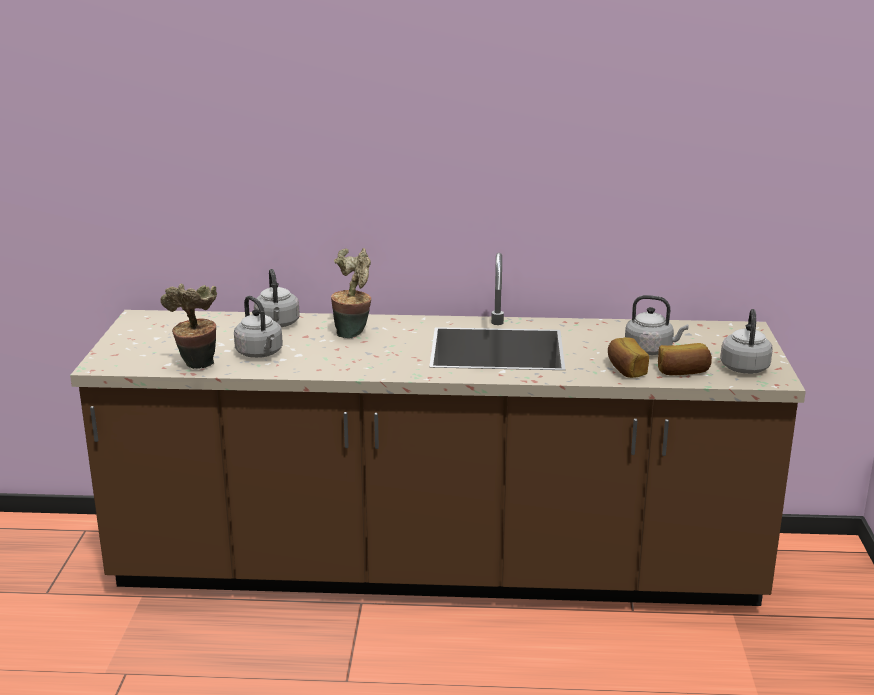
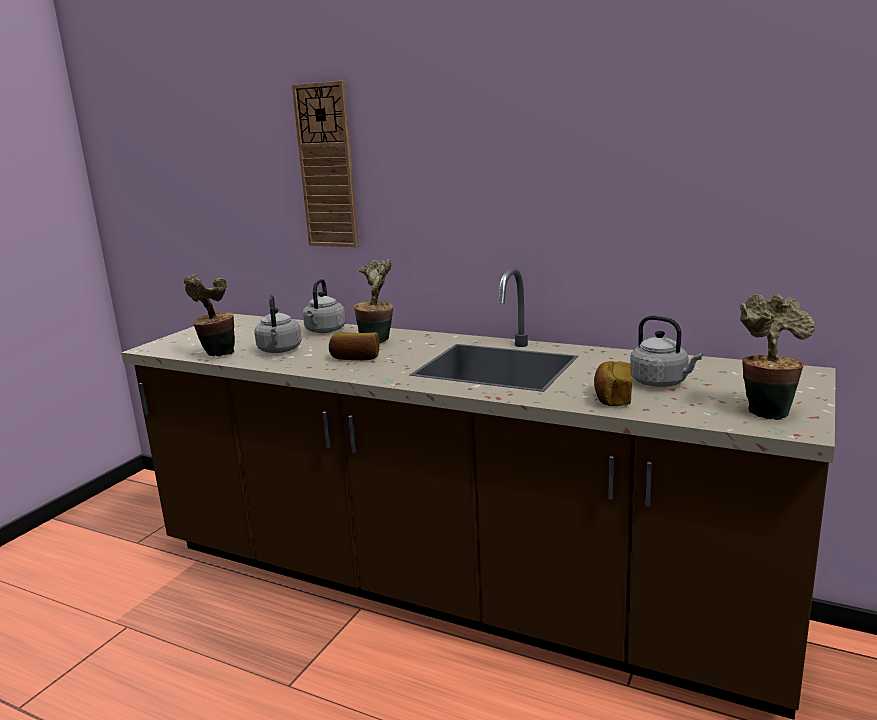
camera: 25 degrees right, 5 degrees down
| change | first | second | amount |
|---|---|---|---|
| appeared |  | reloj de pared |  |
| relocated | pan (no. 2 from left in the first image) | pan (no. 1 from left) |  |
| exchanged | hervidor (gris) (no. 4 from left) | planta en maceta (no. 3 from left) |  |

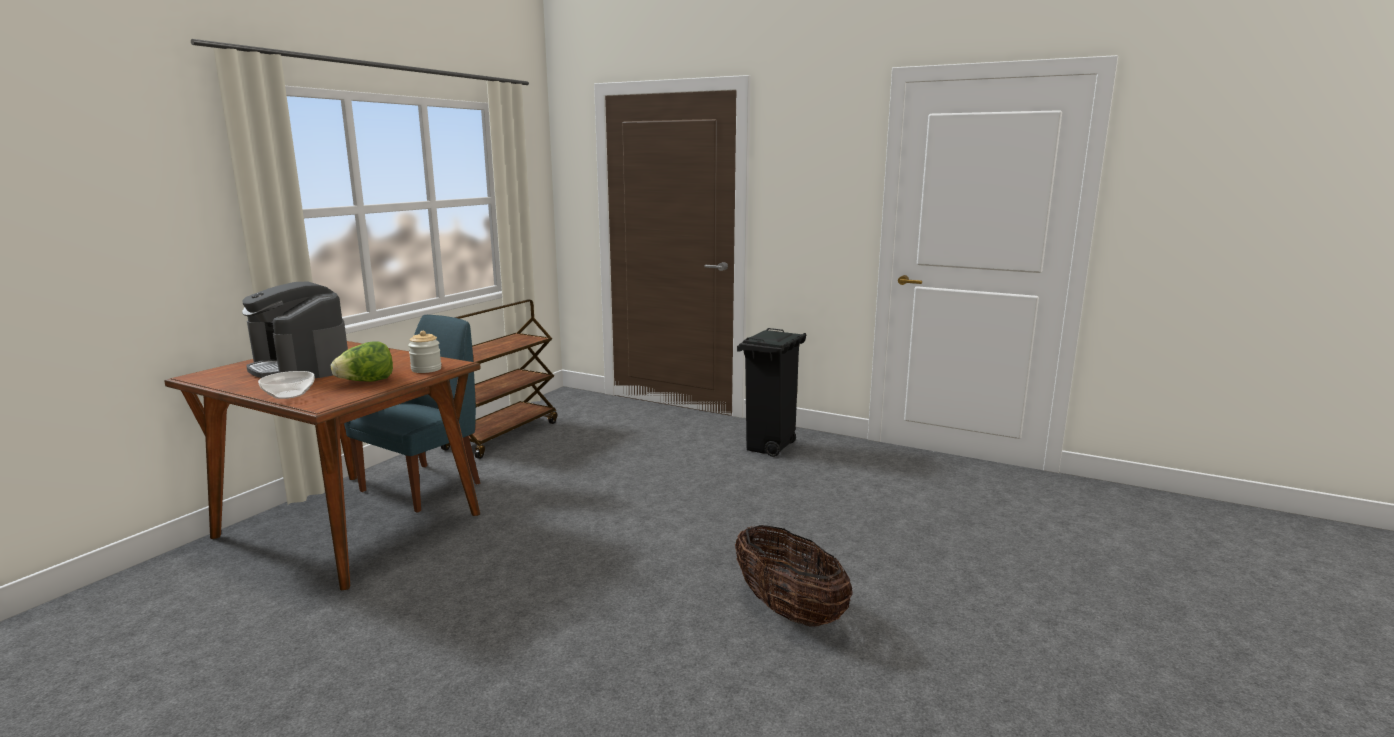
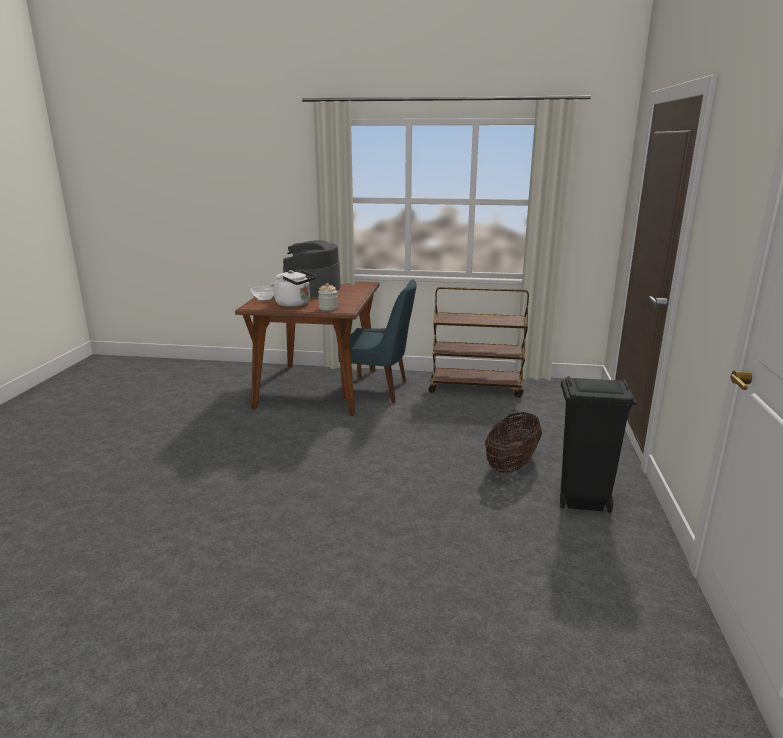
camera: 70 degrees right, 5 degrees up
| change | first | second | amount |
|---|---|---|---|
| exchanged | lechuga | hervidor (blanco) |  |
| relocated | cesta |  |  |

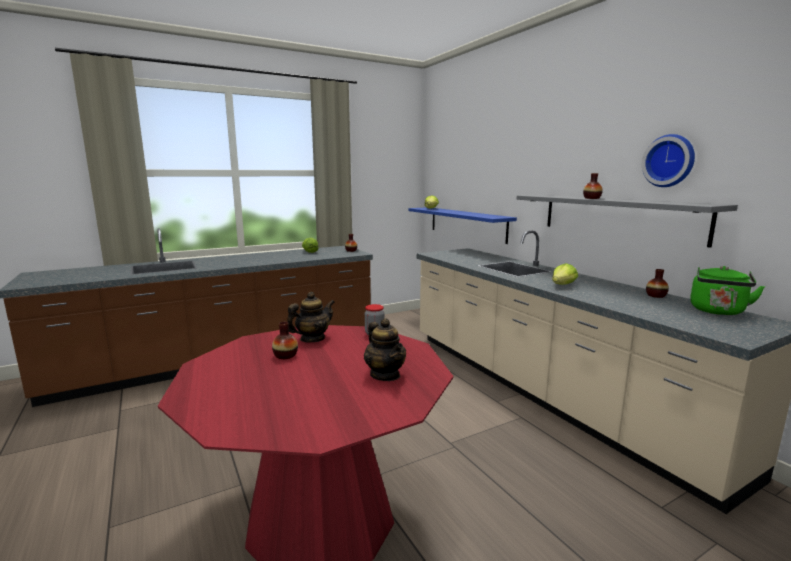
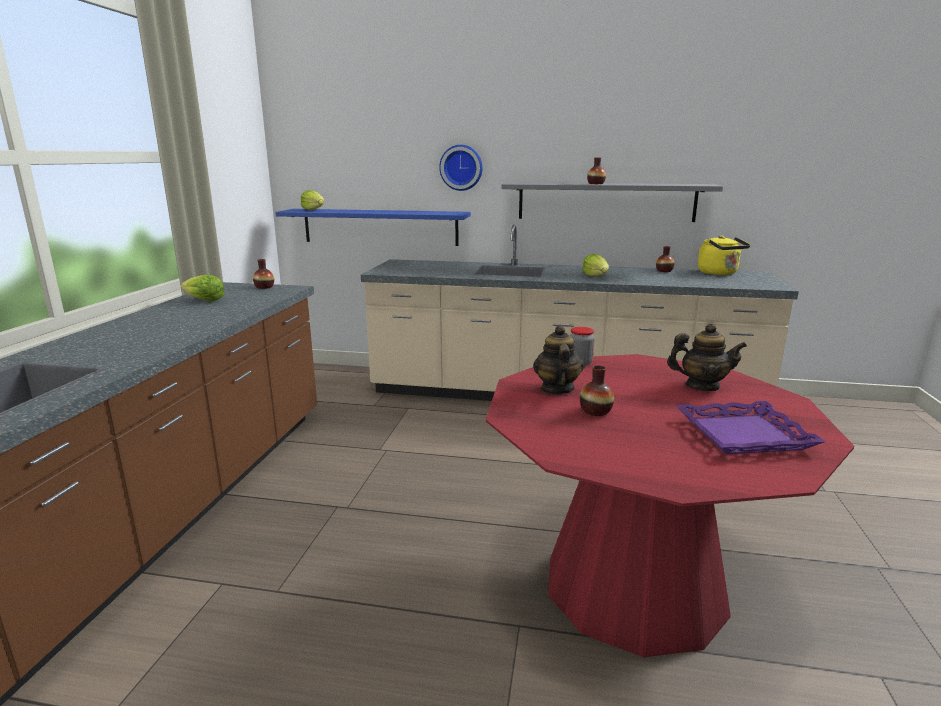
camera: 50 degrees left, 5 degrees up
| change | first | second | amount |
|---|---|---|---|
| relocated | reloj de pared |  |  |
| appeared |  | bandeja (morado) |  |
| colour | hervidor (verde) | hervidor (amarillo) |  |

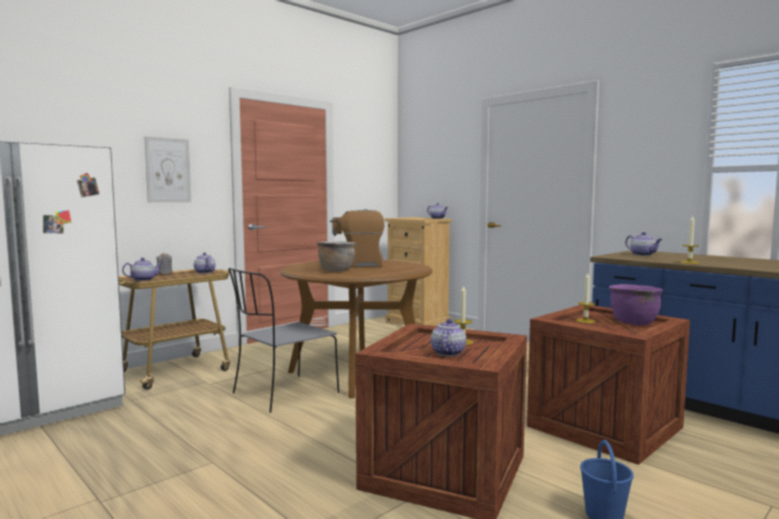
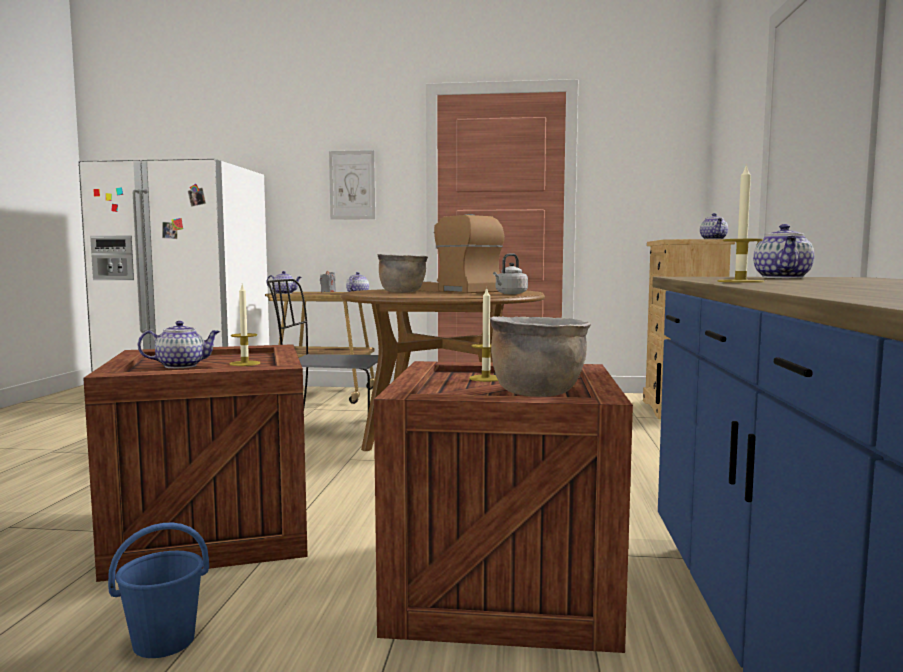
camera: 50 degrees right, 0 degrees up
| change | first | second | amount |
|---|---|---|---|
| colour | olla (morado) | olla (marrón) (no. 2 from left) |  |
| appeared |  | hervidor (gris) |  |

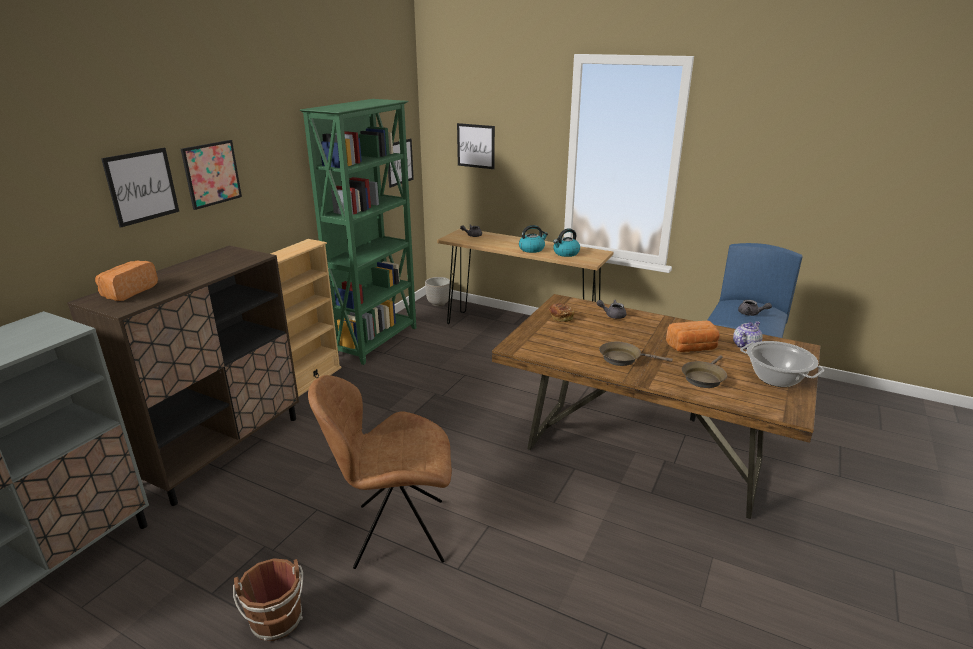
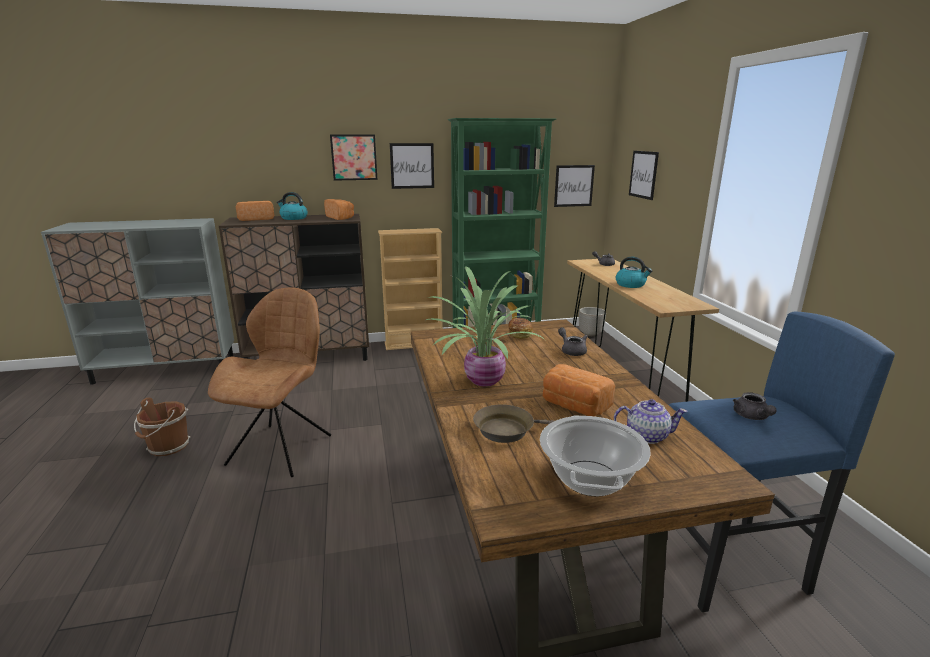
camera: 50 degrees right, 5 degrees down
| change | first | second | amount |
|---|---|---|---|
| spun | silla (marrón) |  | 60 degrees clockwise |
| relocated | hervidor (no. 2 from left in the first image) | hervidor (no. 1 from left) |  |
| appeared |  | pan (no. 2 from left) |  |
| relocated | cuadro (no. 1 from left in the first image) | cuadro (no. 2 from left) |  |
| exchanged | sartén (marrón) (no. 1 from left) | planta en maceta |  |

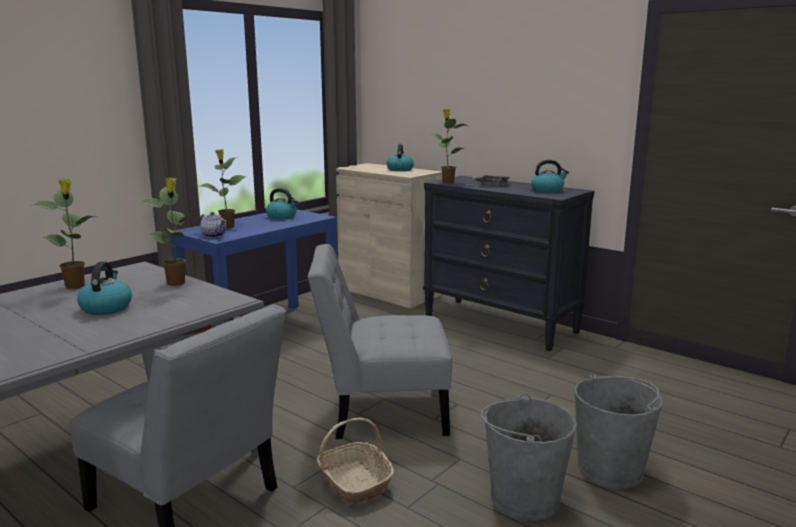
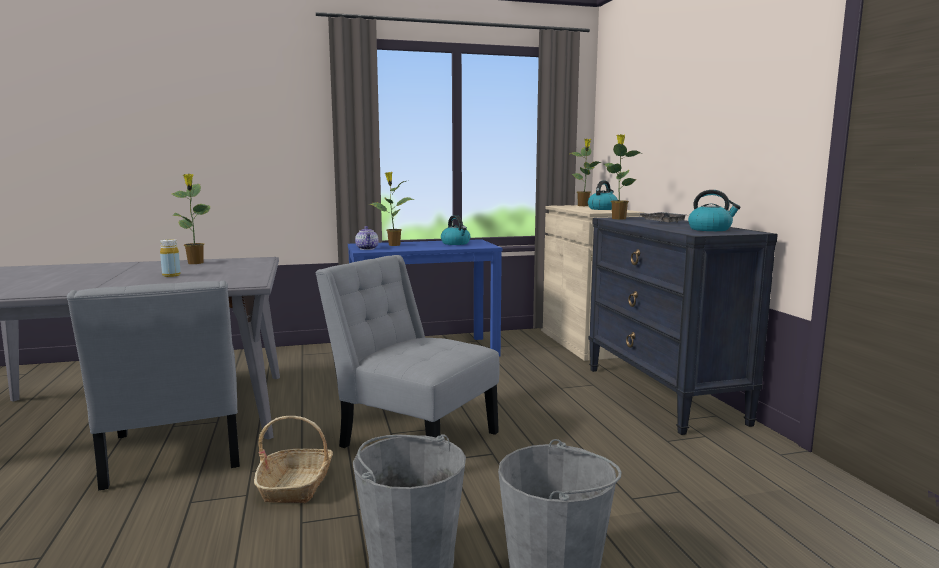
camera: 35 degrees right, 5 degrees down
| change | first | second | amount |
|---|---|---|---|
| exchanged | hervidor (no. 1 from left) | botella (amarillo) |  |
| relocated | planta en maceta (no. 2 from left in the first image) | planta en maceta (no. 3 from left) |  |

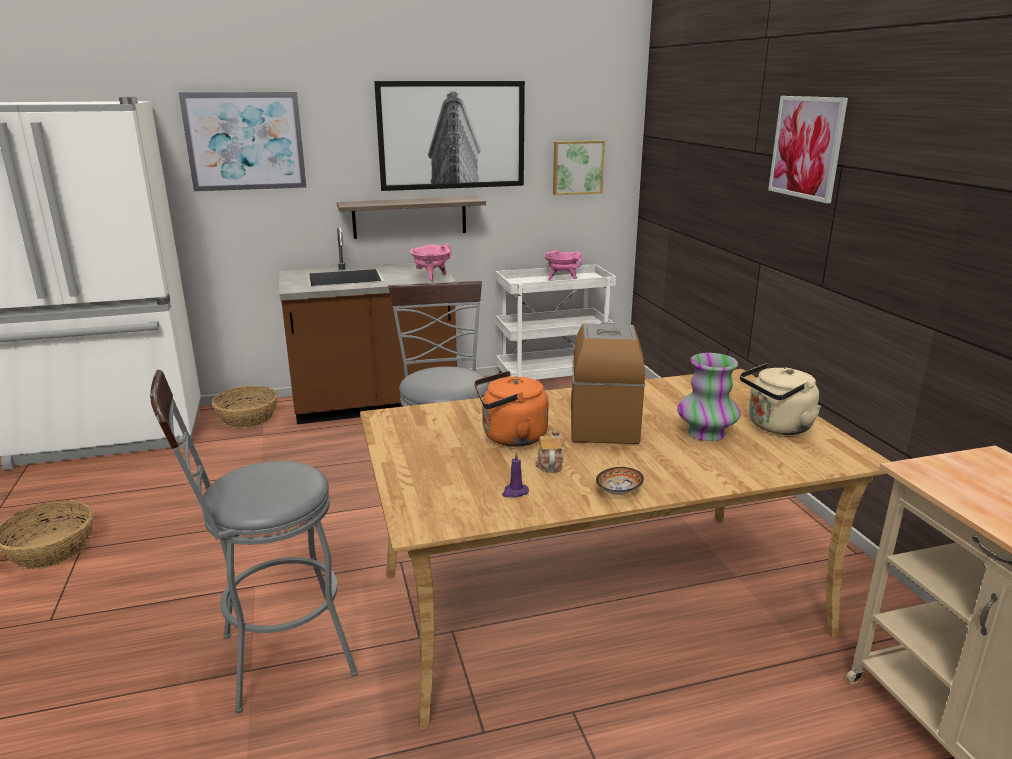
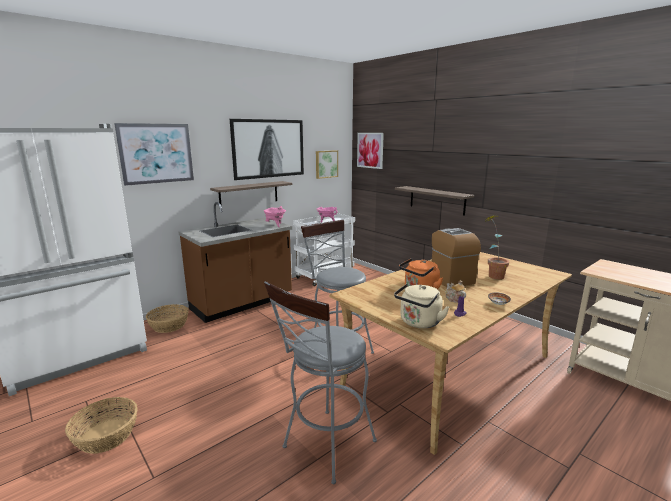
camera: 25 degrees left, 5 degrees down
| change | first | second | amount |
|---|---|---|---|
| relocated | cuadro (no. 4 from left) |  |  |
| relocated | hervidor (beis) |  |  |
| appeared |  | estante (no. 2 from left) |  |
| exchanged | florero | planta en maceta |  |

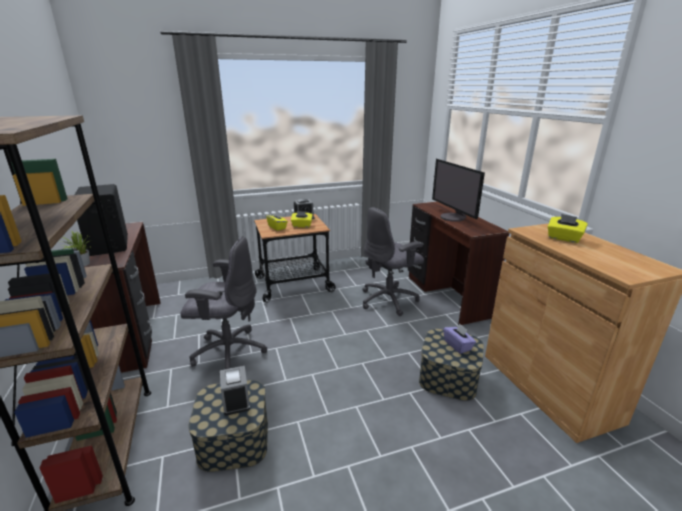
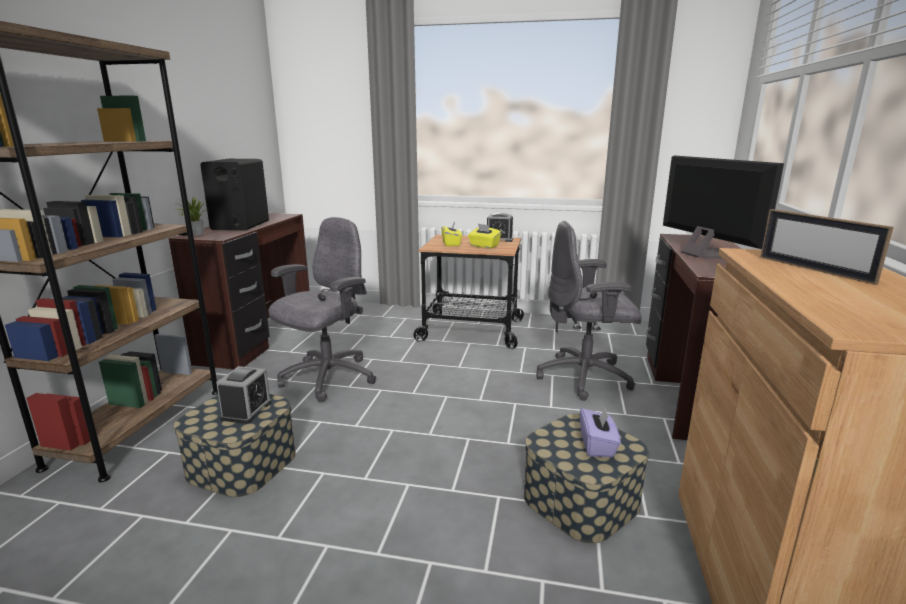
camera: 30 degrees right, 5 degrees down
| change | first | second | amount |
|---|---|---|---|
| spun | silla de oficina (gris) (no. 1 from left) |  | 90 degrees counterclockwise |
| spun | monitor |  | 150 degrees clockwise |
| exchanged | caja de pañuelos (amarillo) (no. 3 from left) | portarretratos |  |

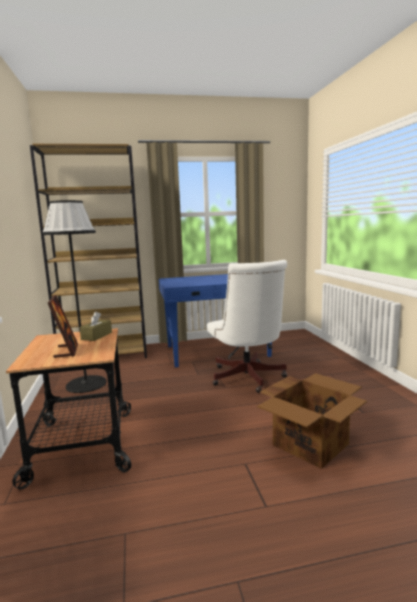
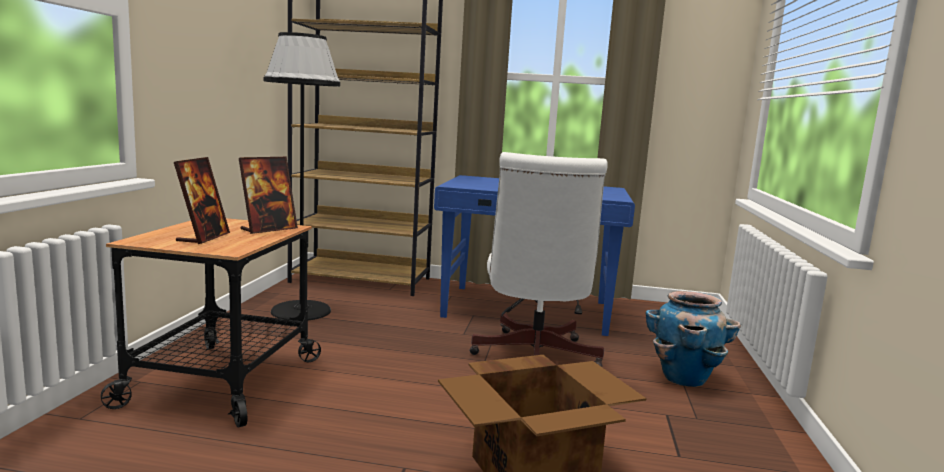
camera: 20 degrees right, 0 degrees up
| change | first | second | amount |
|---|---|---|---|
| exchanged | caja de pañuelos (marrón) | portarretratos (no. 2 from left) |  |
| appeared |  | maceta |  |

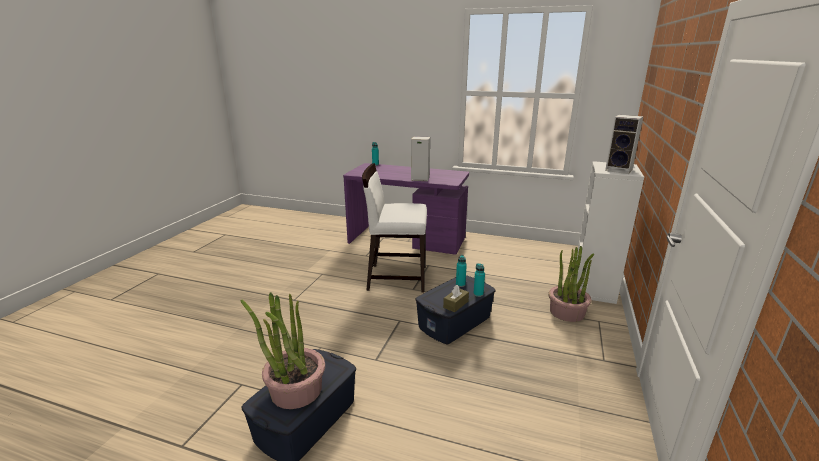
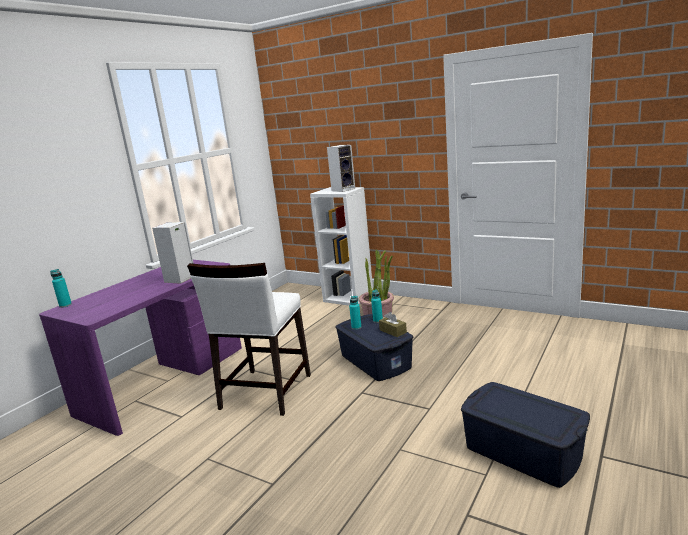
camera: 75 degrees left, 5 degrees down
| change | first | second | amount |
|---|---|---|---|
| missing | planta en maceta (no. 1 from left) |  |  |

